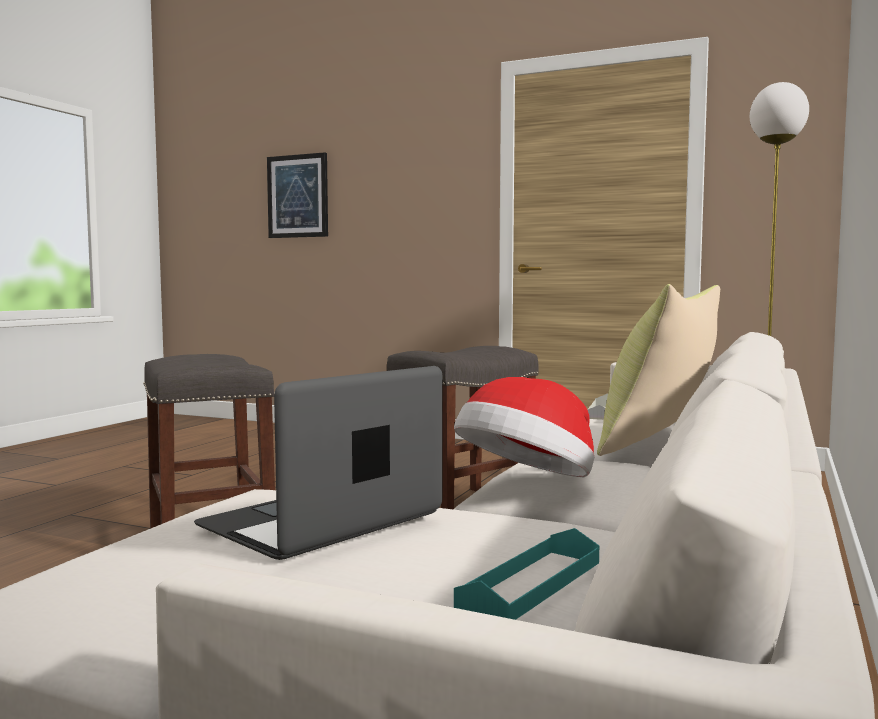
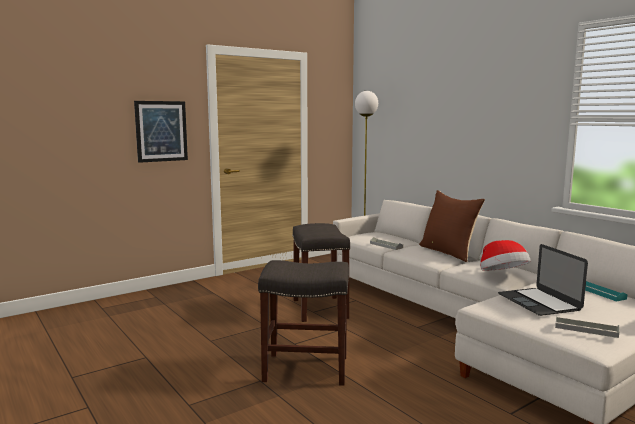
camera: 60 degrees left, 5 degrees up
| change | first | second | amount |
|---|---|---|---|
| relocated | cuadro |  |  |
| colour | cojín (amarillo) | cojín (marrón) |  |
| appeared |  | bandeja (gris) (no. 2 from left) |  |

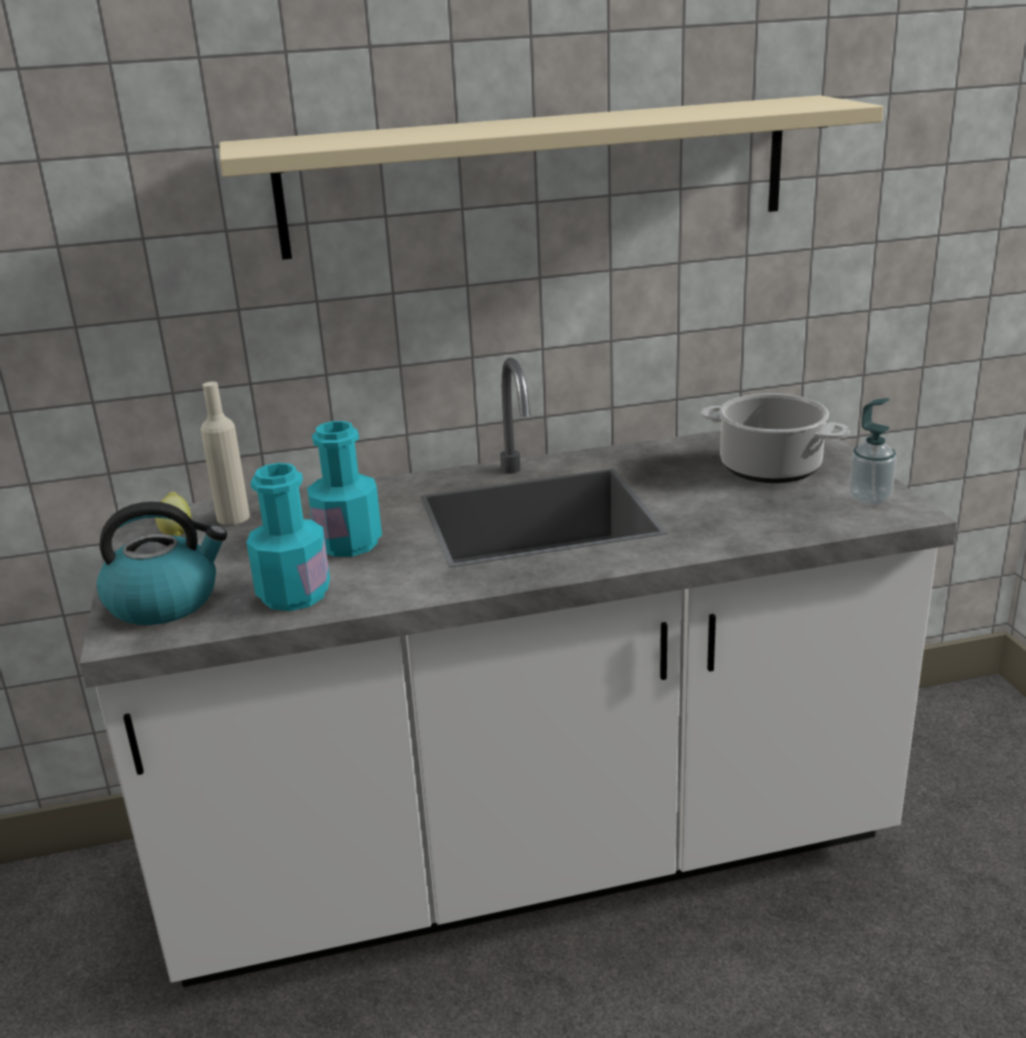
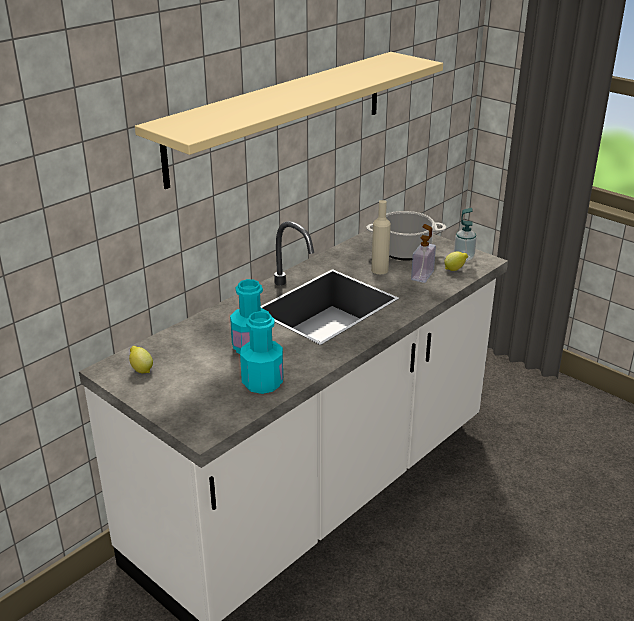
camera: 35 degrees left, 5 degrees up
| change | first | second | amount |
|---|---|---|---|
| relocated | botella (beis) |  |  |
| appeared |  | dispensador de jabón (no. 1 from left) |  |
| appeared |  | limón (no. 2 from left) |  |
| missing | hervidor |  |  |

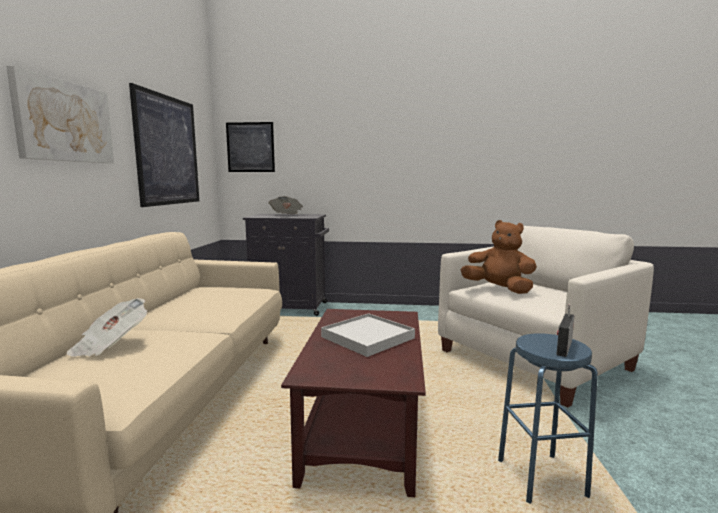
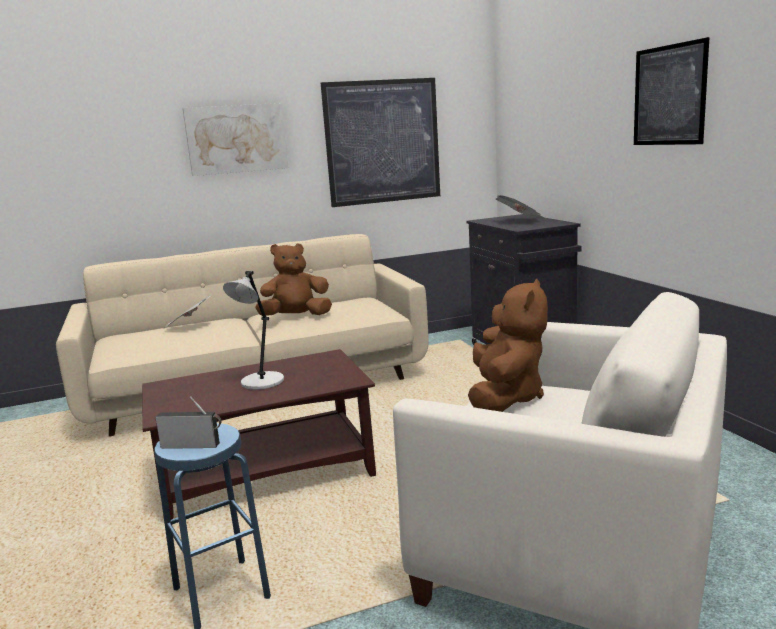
camera: 65 degrees right, 5 degrees up
| change | first | second | amount |
|---|---|---|---|
| exchanged | bandeja (blanco) | lámpara de mesa (gris) |  |
| appeared |  | peluche (marrón) (no. 1 from left) |  |
| relocated | cuadro (no. 3 from left) |  |  |

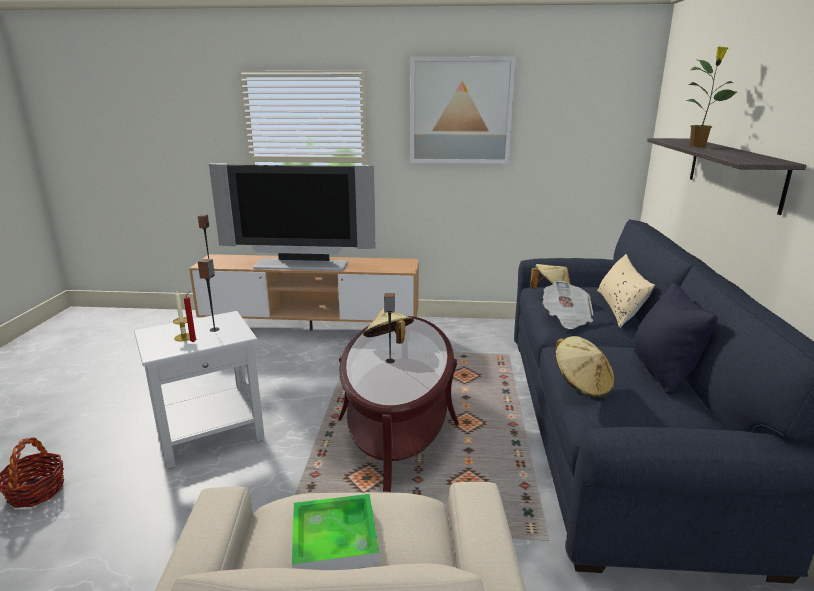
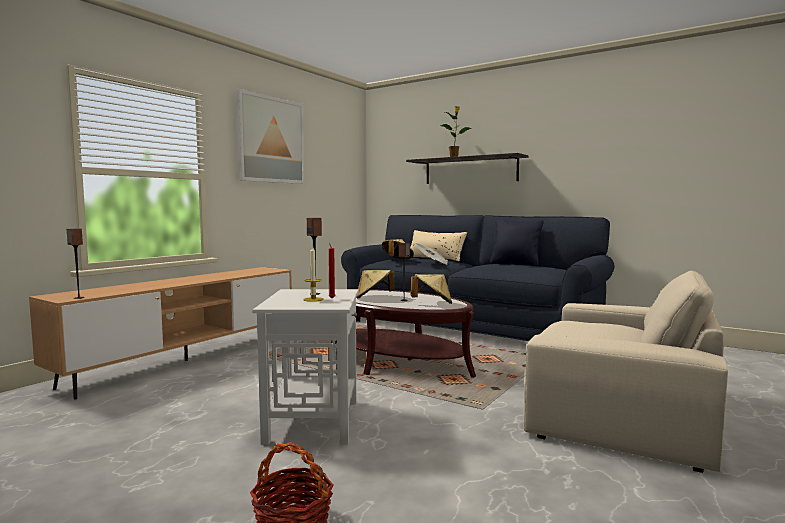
camera: 60 degrees left, 15 degrees down
| change | first | second | amount |
|---|---|---|---|
| relocated | sombrero (beis) (no. 3 from left) |  |  |
| missing | televisor |  |  |
| missing | bandeja |  |  |

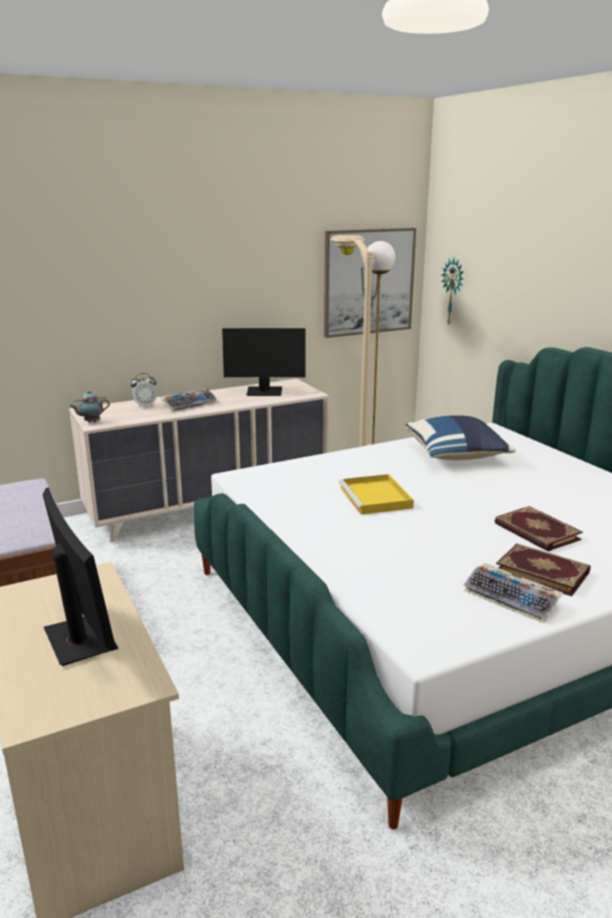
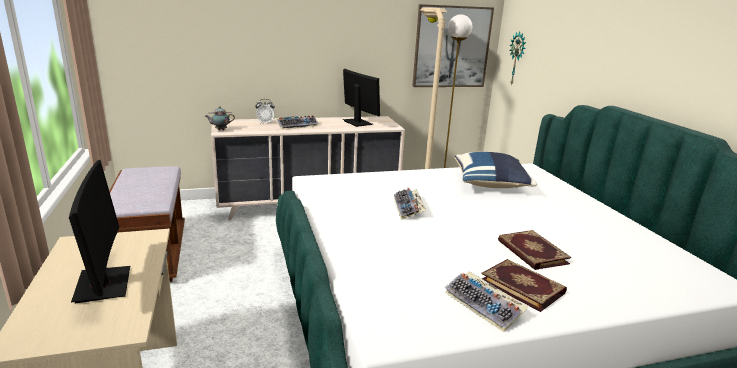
camera: 10 degrees right, 0 degrees up
| change | first | second | amount |
|---|---|---|---|
| spun | monitor (no. 2 from left) |  | 135 degrees counterclockwise |
| exchanged | bandeja (amarillo) | teclado (no. 2 from left) |  |

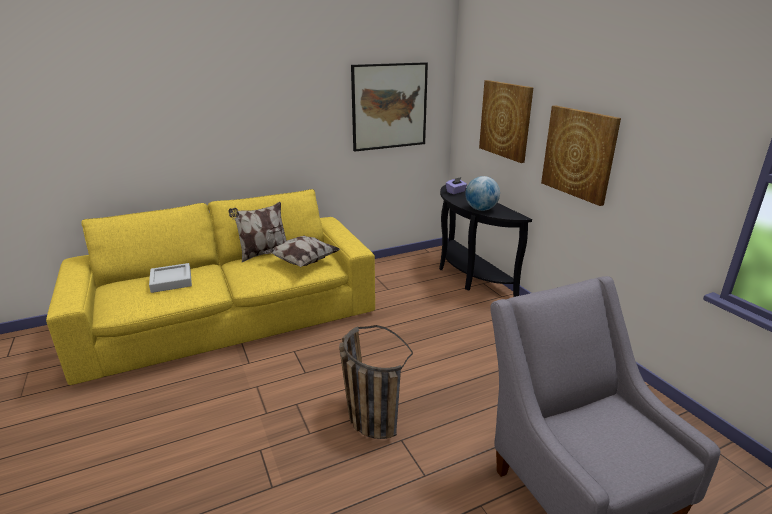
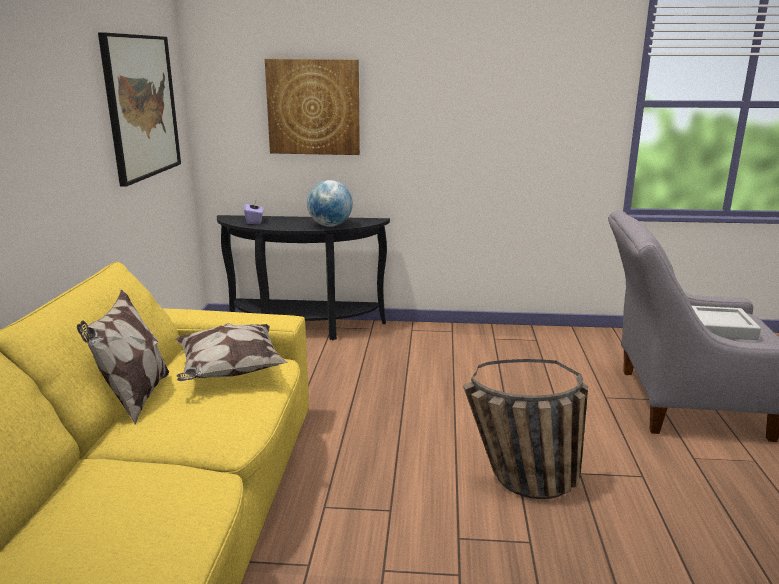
camera: 60 degrees left, 5 degrees down
| change | first | second | amount |
|---|---|---|---|
| relocated | bandeja (gris) |  |  |
| missing | cuadro (no. 3 from left) |  |  |

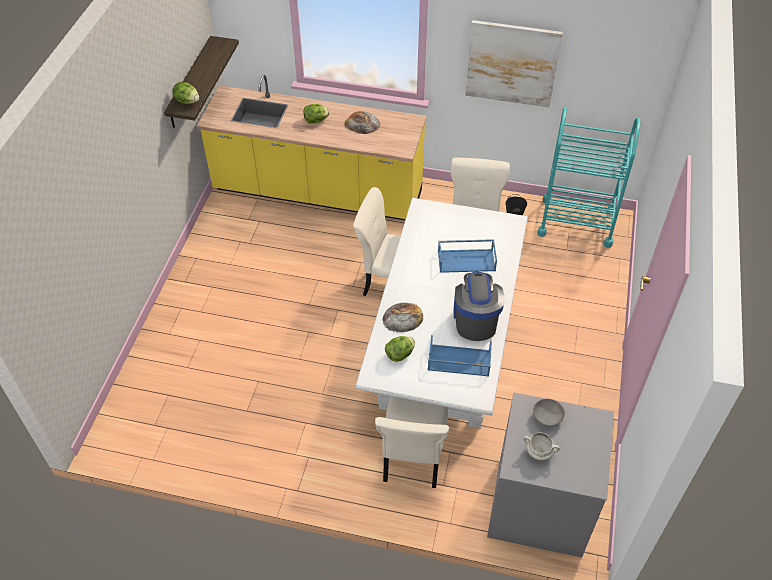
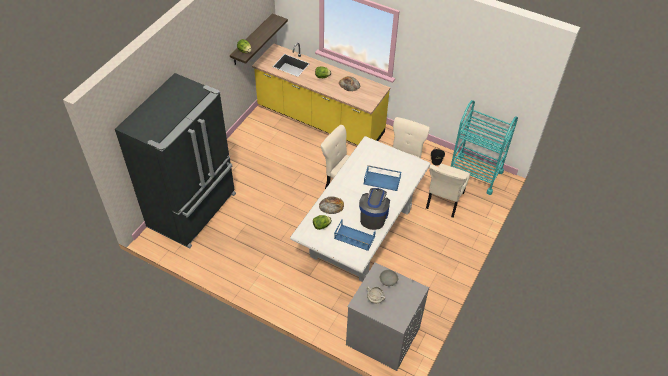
camera: 15 degrees right, 0 degrees up
| change | first | second | amount |
|---|---|---|---|
| appeared |  | nevera (negro) |  |
| relocated | silla (beis) (no. 2 from left in the first image) | silla (beis) (no. 3 from left) |  |
| missing | cuadro |  |  |

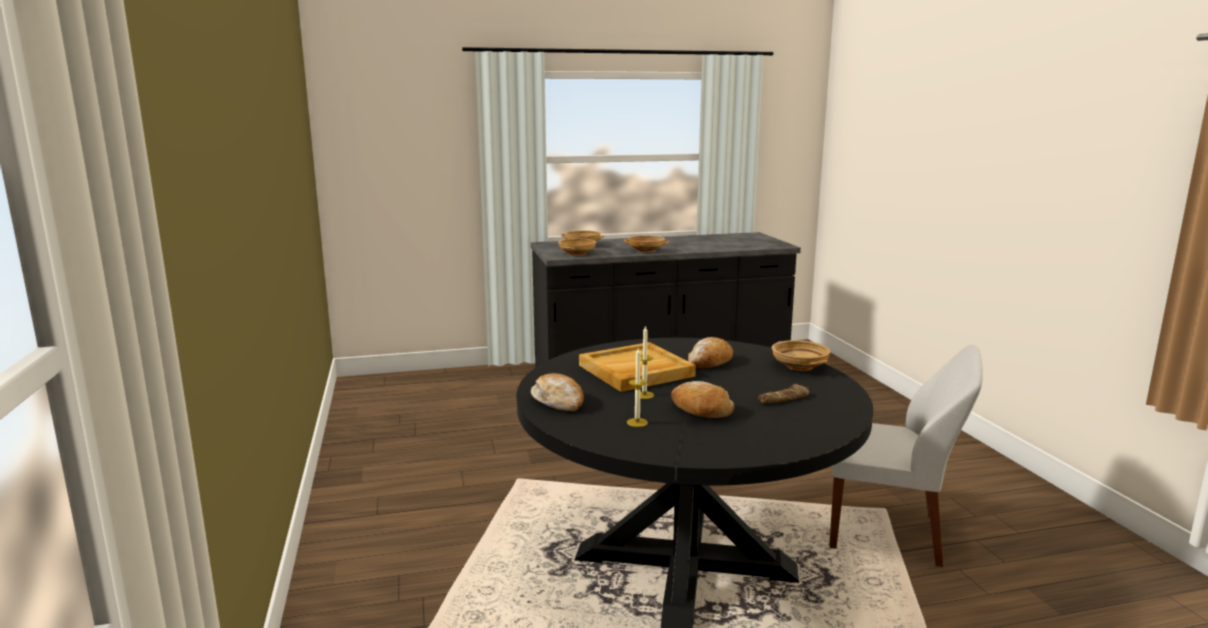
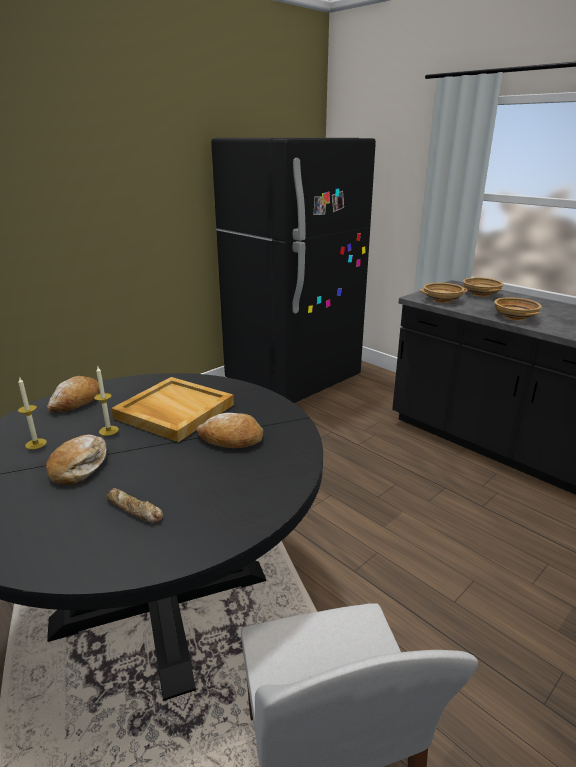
camera: 60 degrees right, 10 degrees up
| change | first | second | amount |
|---|---|---|---|
| appeared |  | nevera (negro) |  |
| missing | cuenco (beis) (no. 4 from left) |  |  |

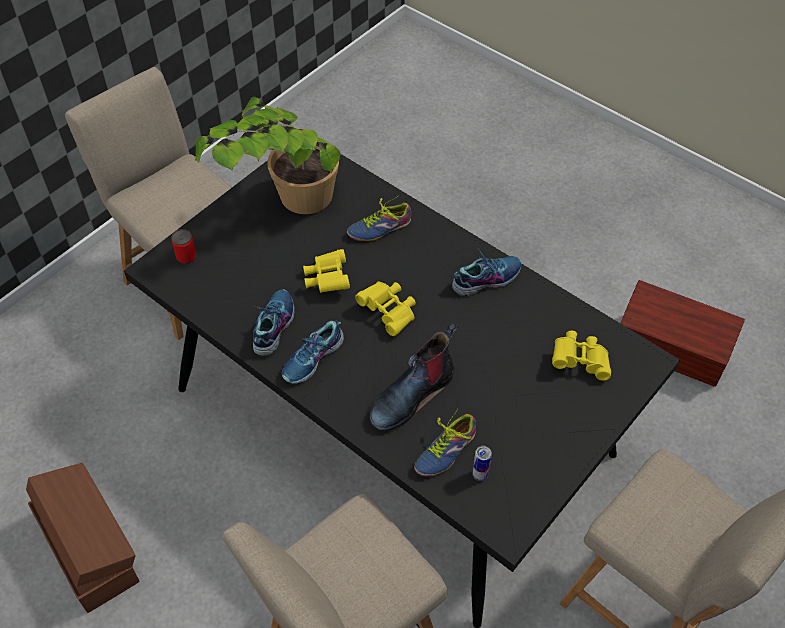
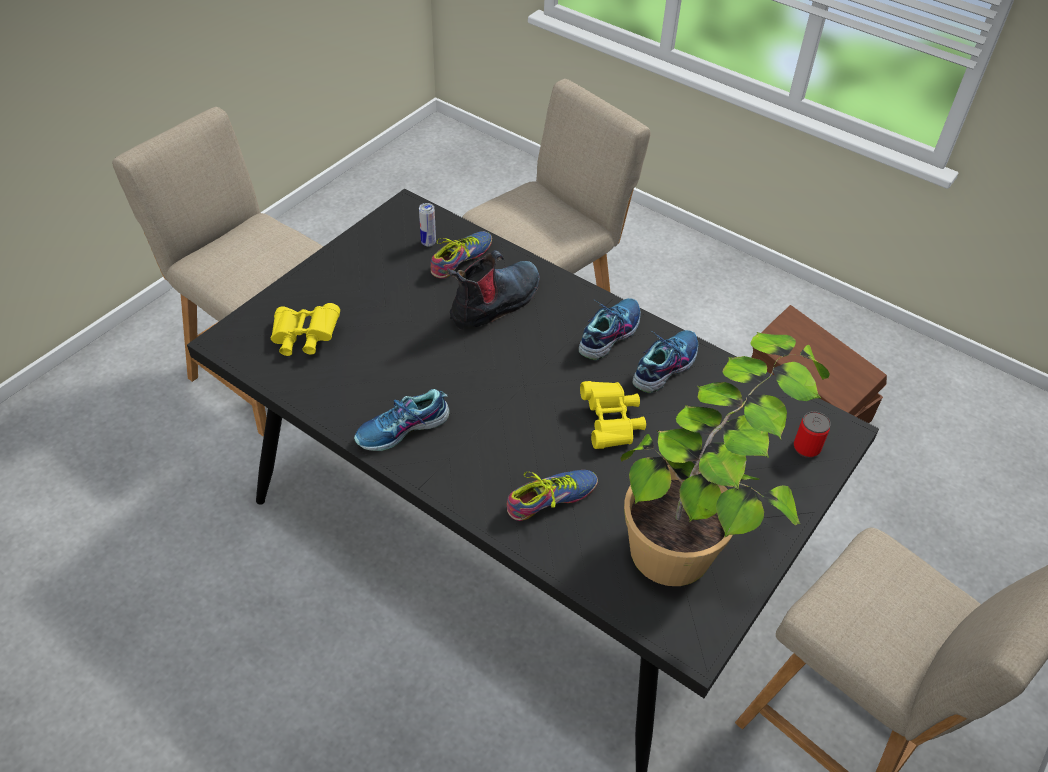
camera: 175 degrees right, 5 degrees down
| change | first | second | amount |
|---|---|---|---|
| spun | zapato (no. 1 from left in the first image) | zapato (no. 5 from left) | 150 degrees counterclockwise |
| missing | prismáticos (amarillo) (no. 2 from left) |  |  |
| missing | caja de almacenaje (marrón) (no. 2 from left) |  |  |

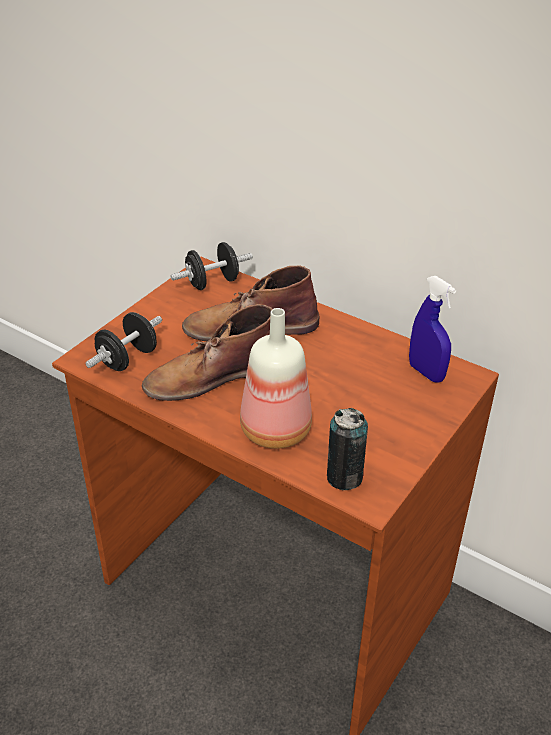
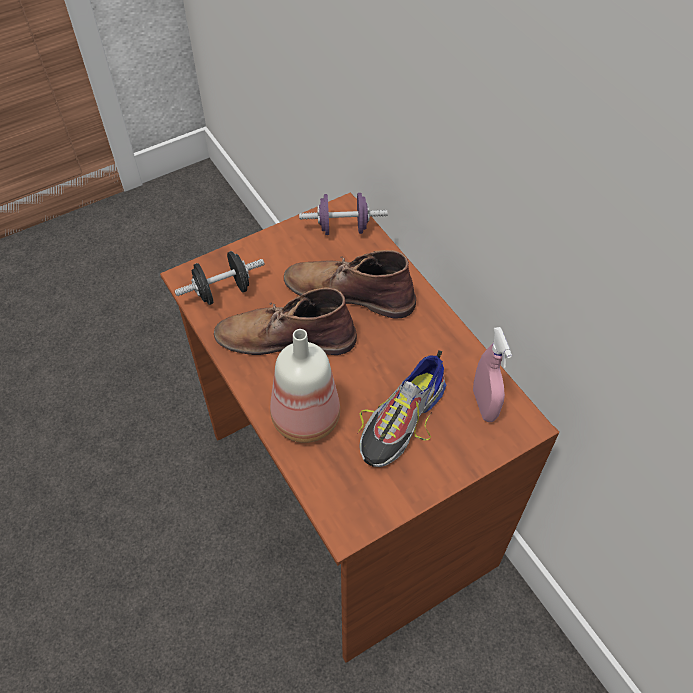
camera: 25 degrees right, 15 degrees up
| change | first | second | amount |
|---|---|---|---|
| colour | mancuerna (negro) (no. 2 from left) | mancuerna (morado) |  |
| appeared |  | zapato |  |
| colour | pulverizador (azul) | pulverizador (rosa) |  |
| missing | lata |  |  |

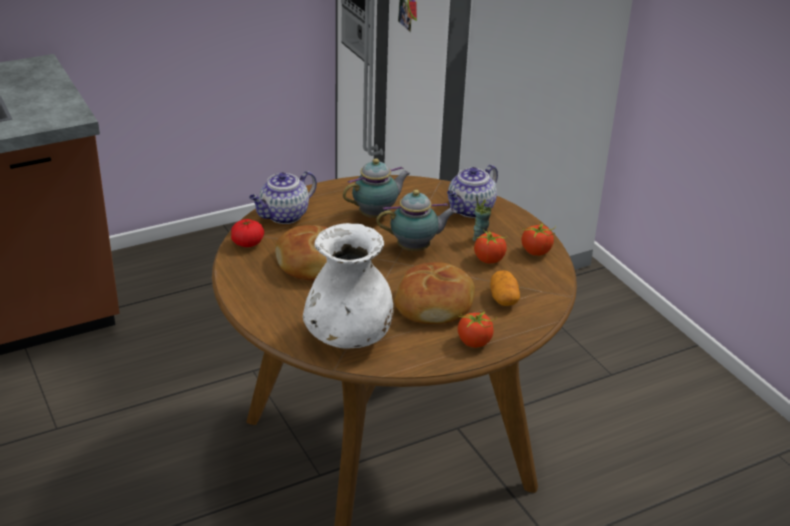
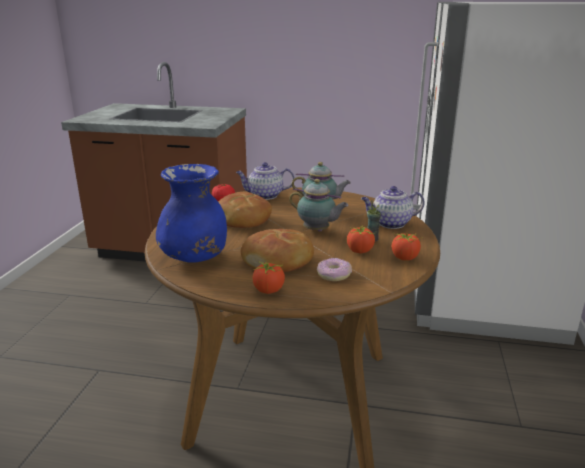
camera: 40 degrees right, 10 degrees down
| change | first | second | amount |
|---|---|---|---|
| colour | florero (blanco) | florero (azul) |  |
| exchanged | patata | rosquilla |  |

